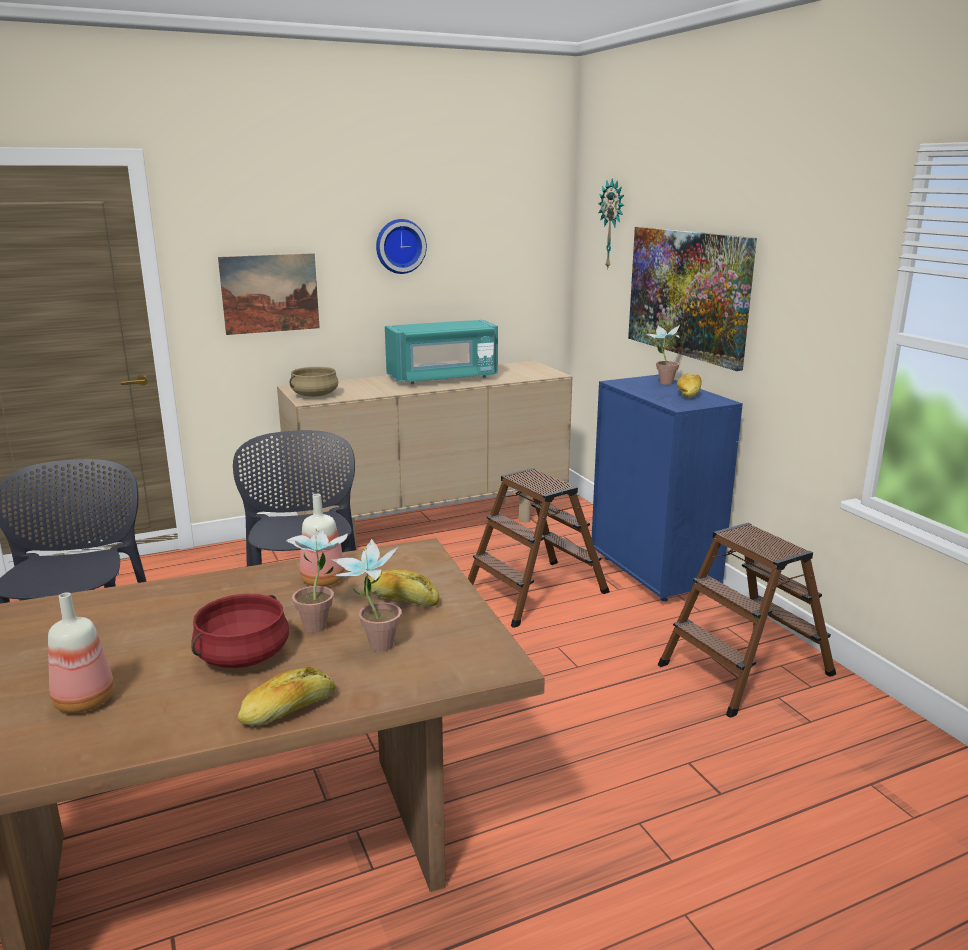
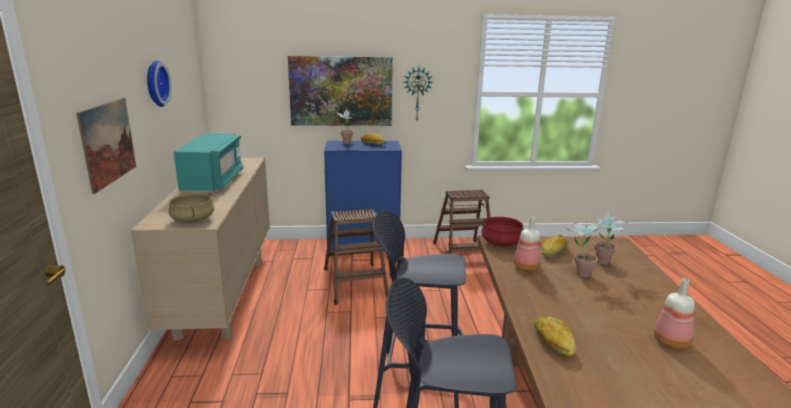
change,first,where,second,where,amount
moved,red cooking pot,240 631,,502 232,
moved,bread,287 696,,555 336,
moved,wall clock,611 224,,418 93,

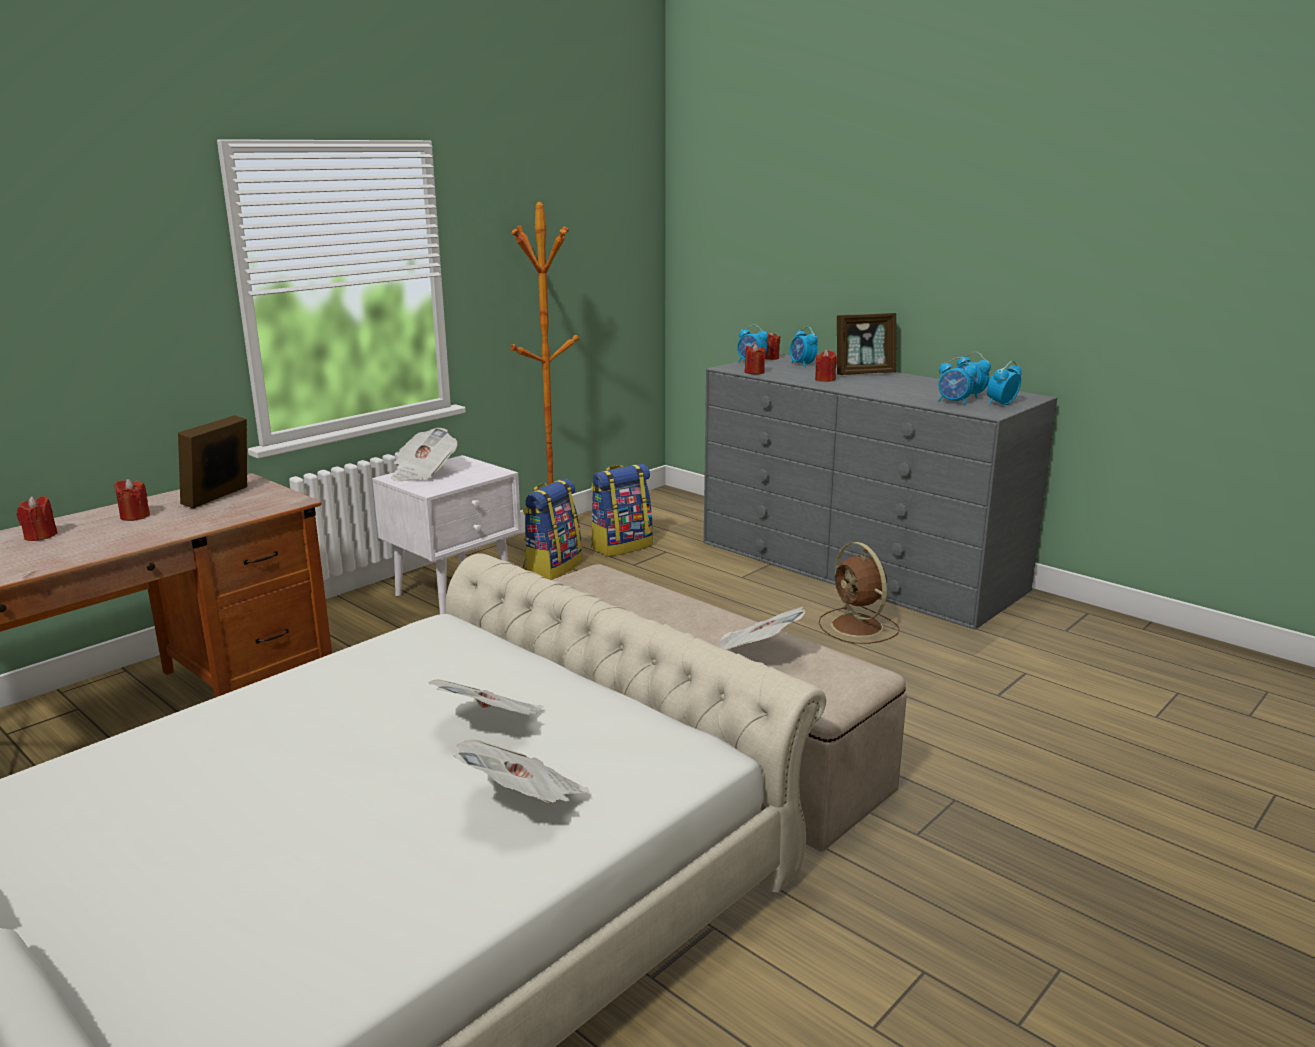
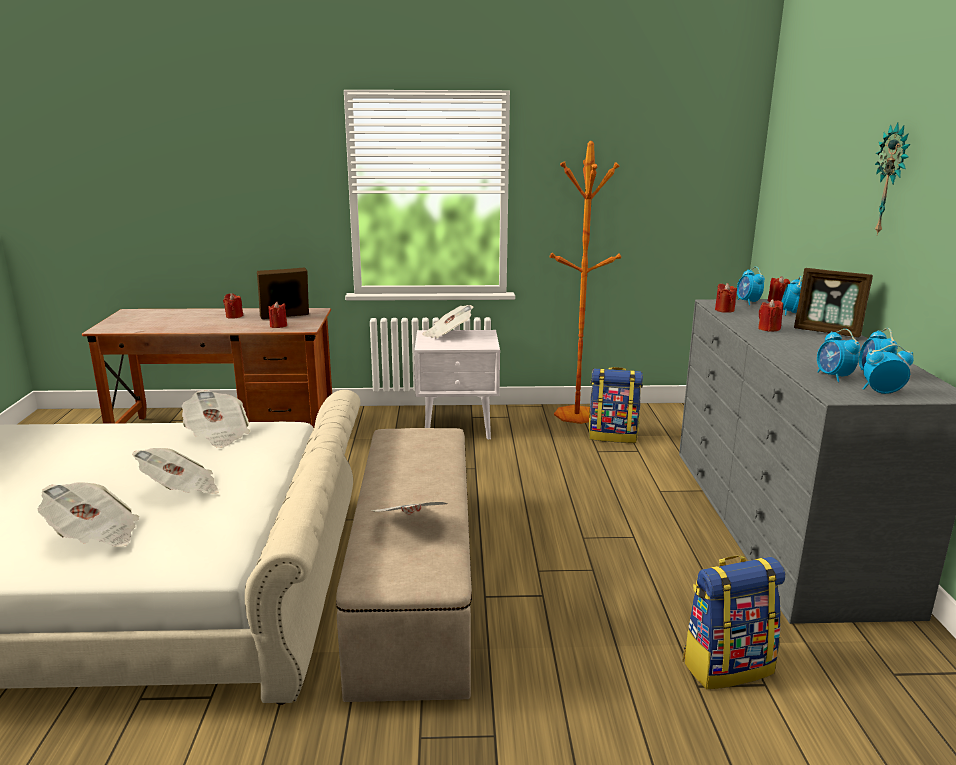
change,first,where,second,where,amount
moved,red candle,37 518,,277 315,
moved,backpack,552 529,,734 622,
removed,brown fan,858 593,,,
added,,,newspaper,216 419,
added,,,wall clock,892 179,

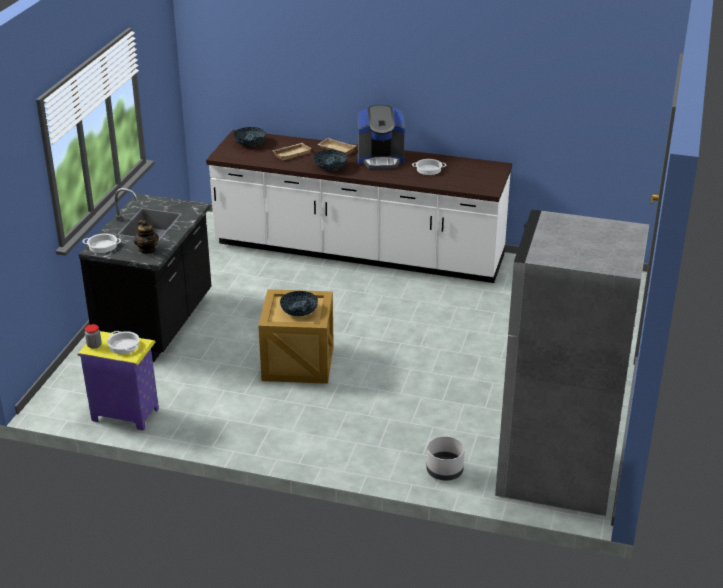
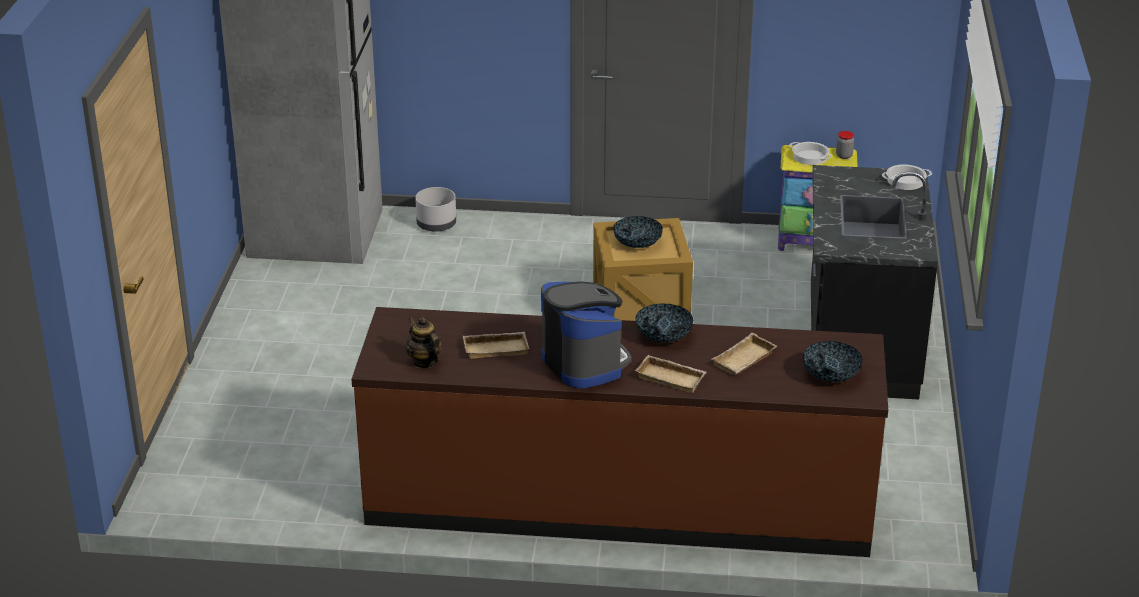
change,first,where,second,where,amount
moved,teapot,146 237,,424 343,
recoloured,white counter,359 206,brown counter,619 432,
turned,coffee machine,381 137,,586 335,75 degrees clockwise
replaced,cooking pot,429 167,beige tray,496 345,

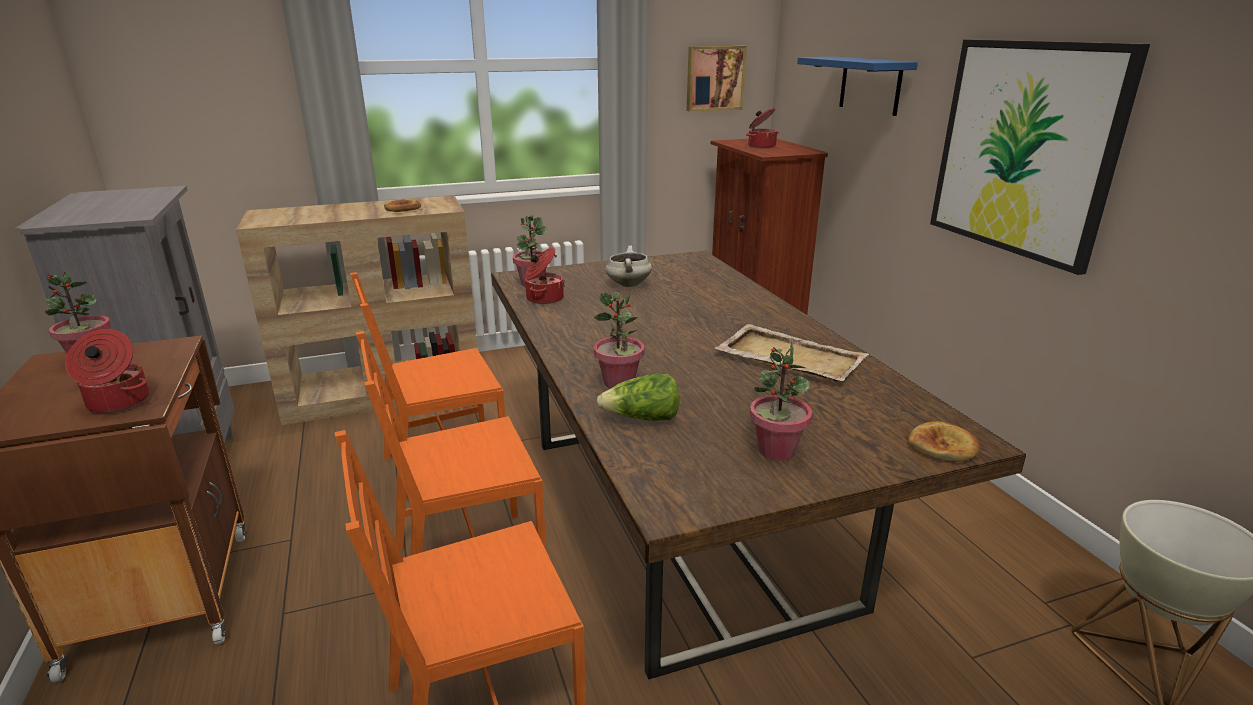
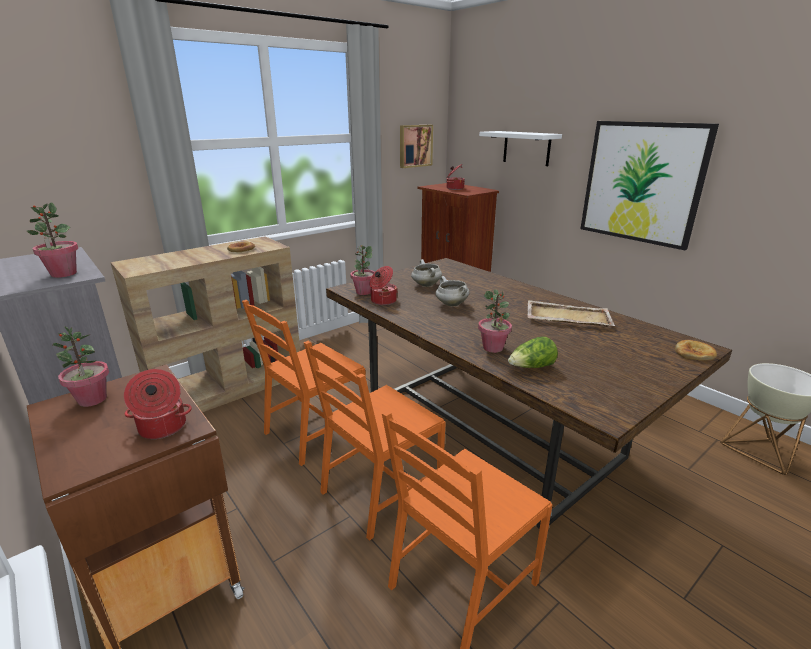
change,first,where,second,where,amount
moved,potted plant,781 401,,52 240,
recoloured,blue shelf,857 86,white shelf,520 148,
added,,,white cooking pot,453 291,

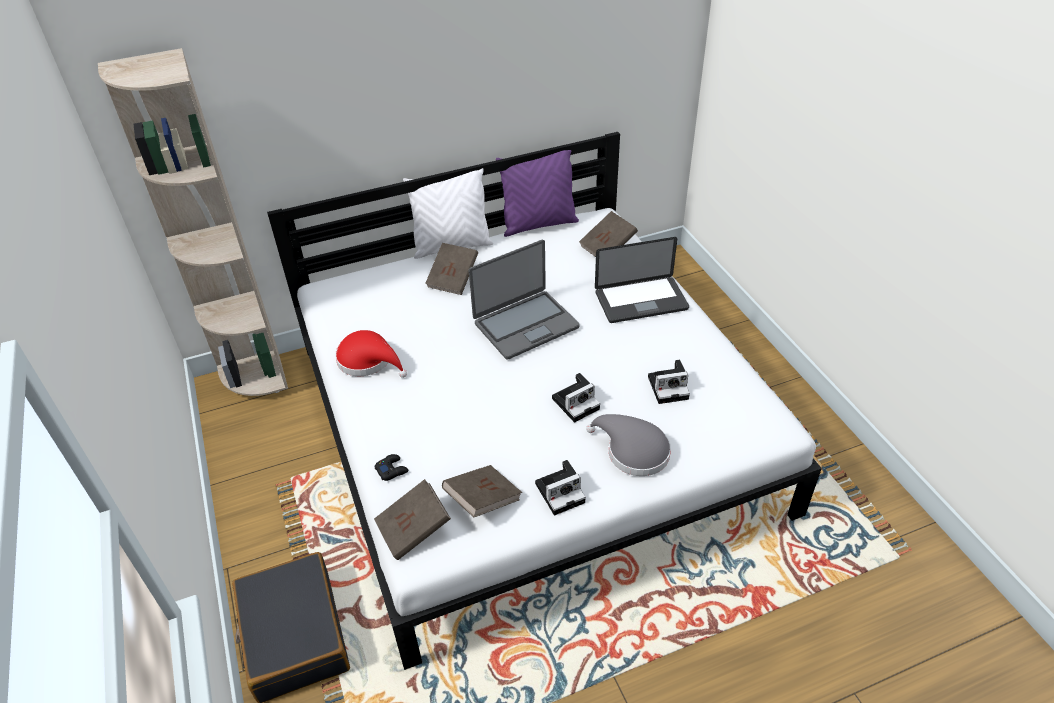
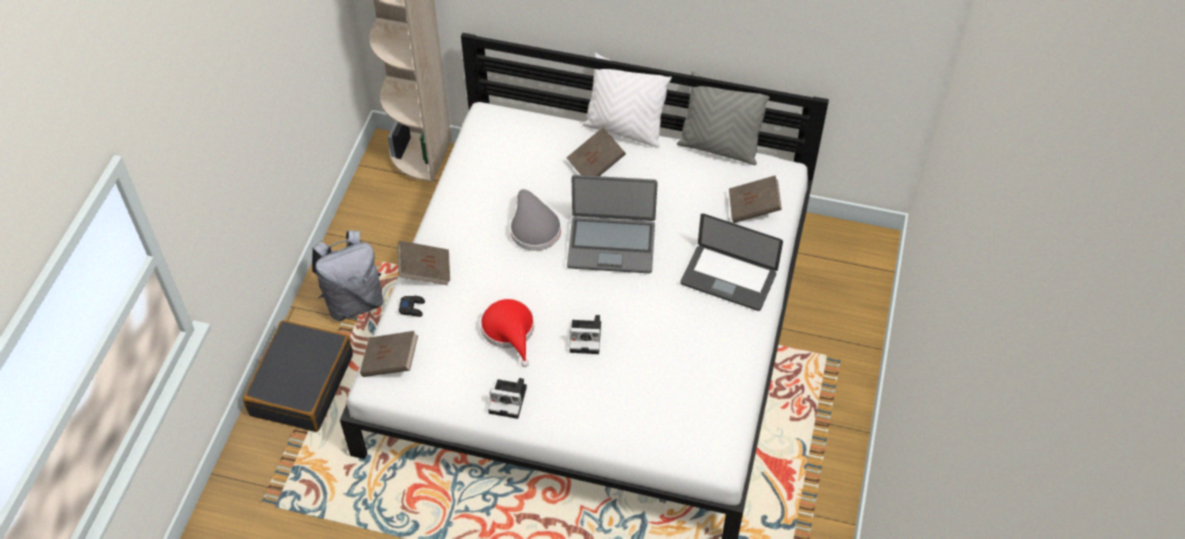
change,first,where,second,where,amount
moved,red hat,371 354,,507 333,
moved,brown book,482 491,,424 263,
recoloured,purple pillow,537 193,grey pillow,723 118,
moved,grey hat,628 445,,535 220,
removed,photo camera,669 382,,,
added,,,grey backpack,347 275,

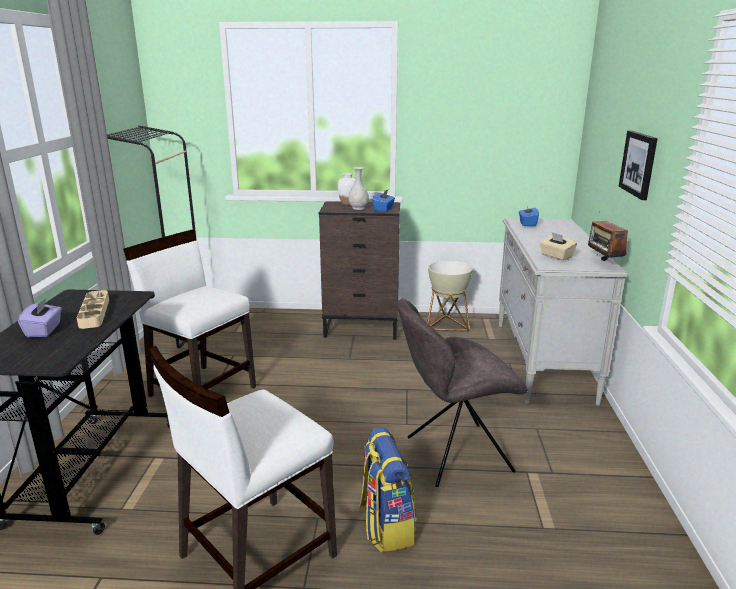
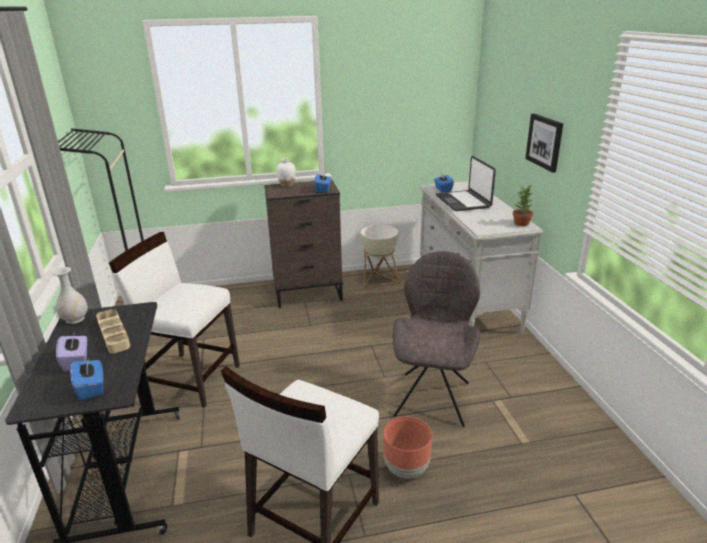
change,first,where,second,where,amount
moved,white vase,358 188,,69 295,
replaced,backpack,387 489,brown planter,407 448,
turned,grey chair,462 392,,436 339,135 degrees clockwise
removed,beige tissue box,558 246,,,
replaced,radio,608 241,potted plant,523 205,
added,,,blue tissue box,87 378,
added,,,laptop,466 183,

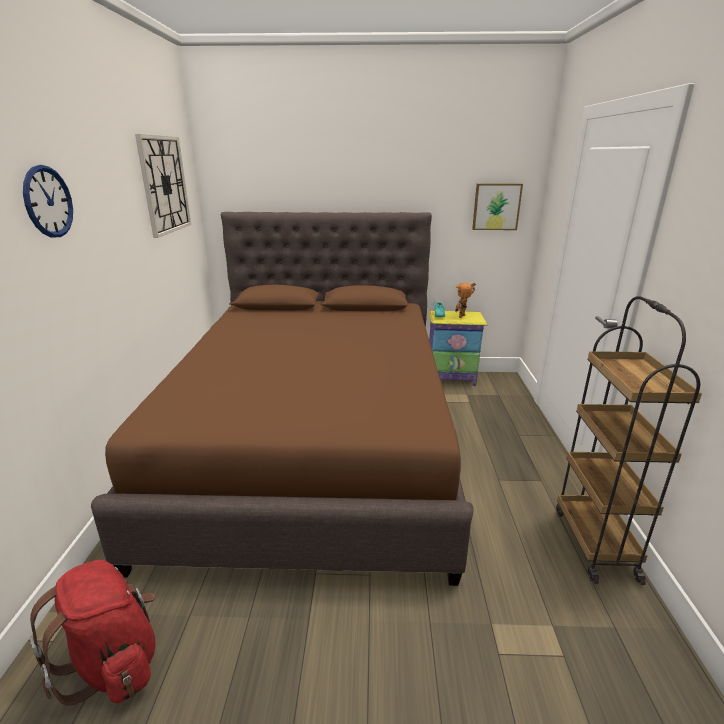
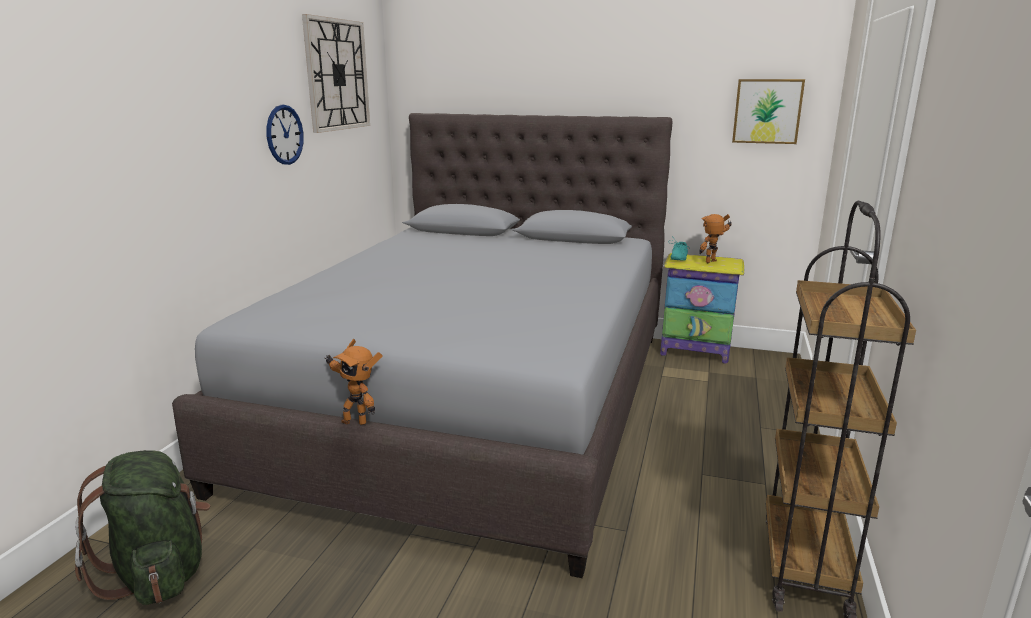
change,first,where,second,where,amount
moved,wall clock,48 201,,285 135,
recoloured,red backpack,93 632,green backpack,142 527,
recoloured,brown bed,282 399,grey bed,422 345,
added,,,toy robot,353 382,

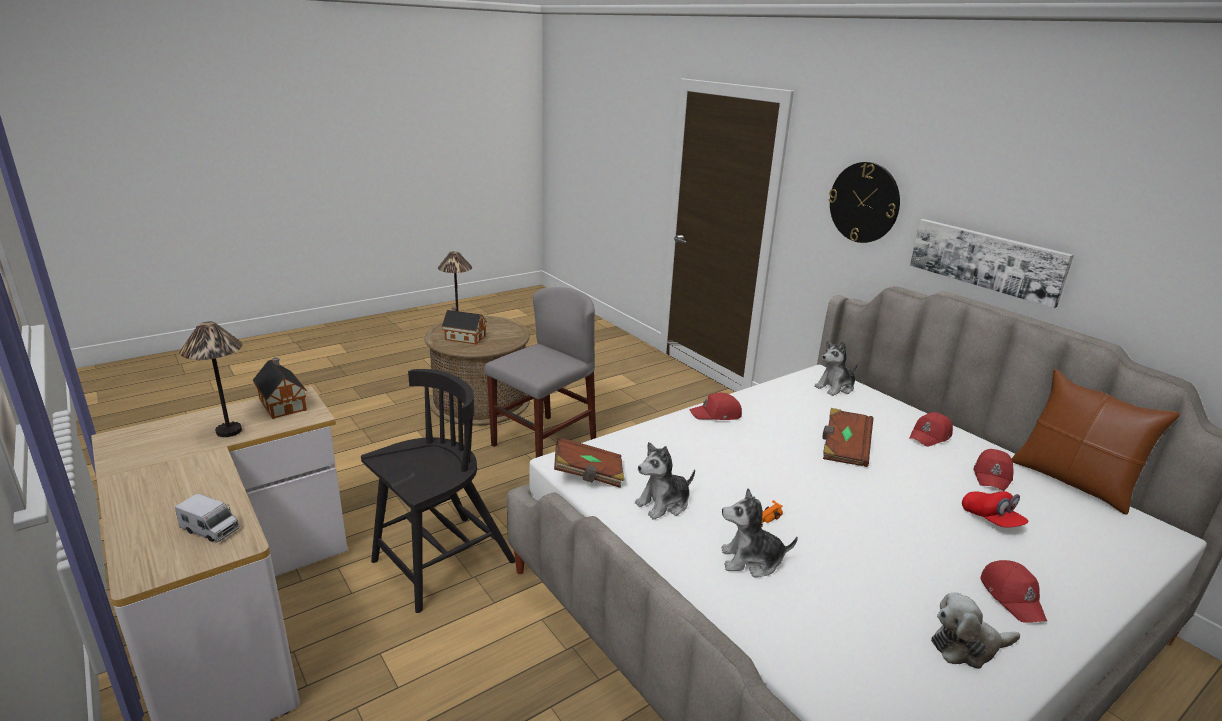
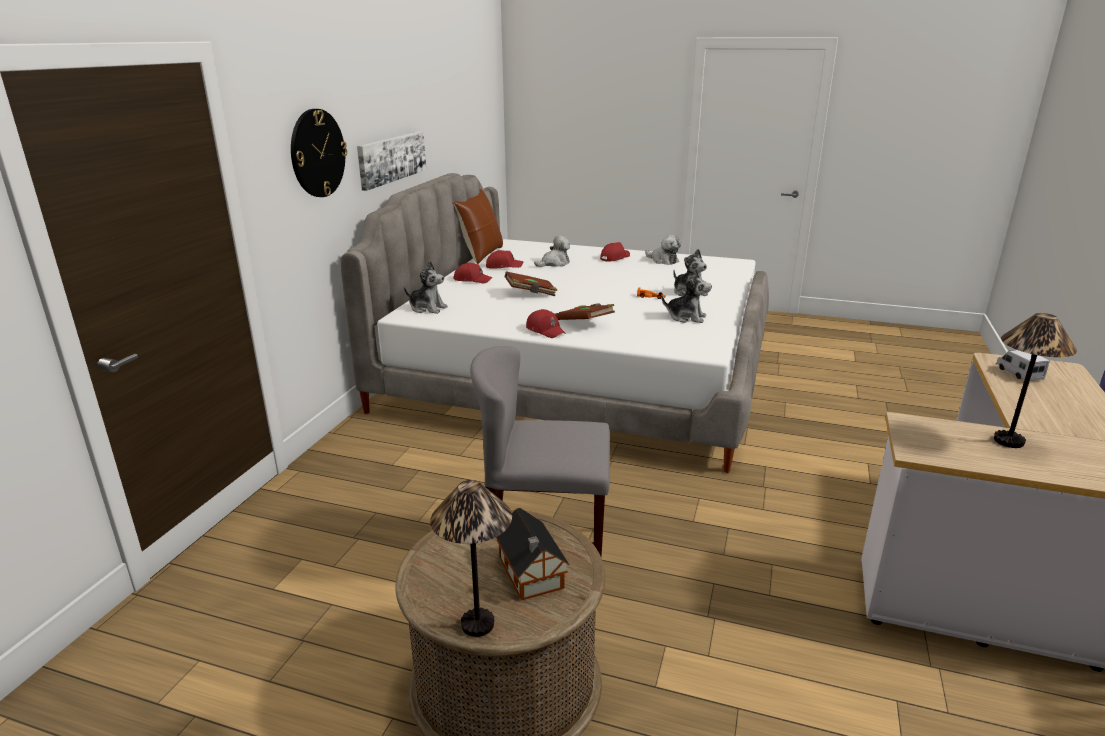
change,first,where,second,where,amount
removed,toy house,280 388,,,
removed,black chair,438 491,,,
moved,brown book,589 462,,585 311,
replaced,red cap,995 509,plush toy,552 251,

